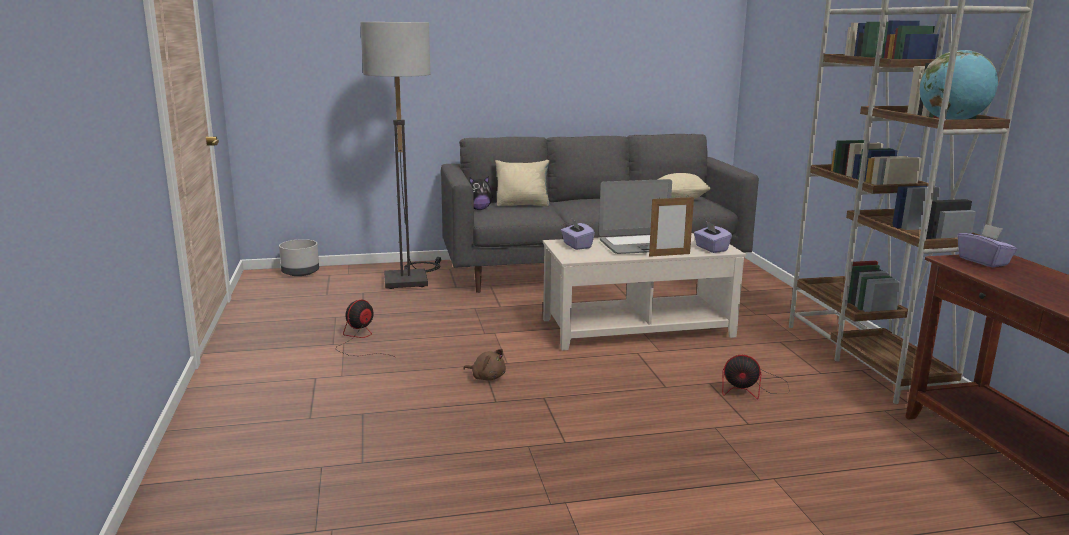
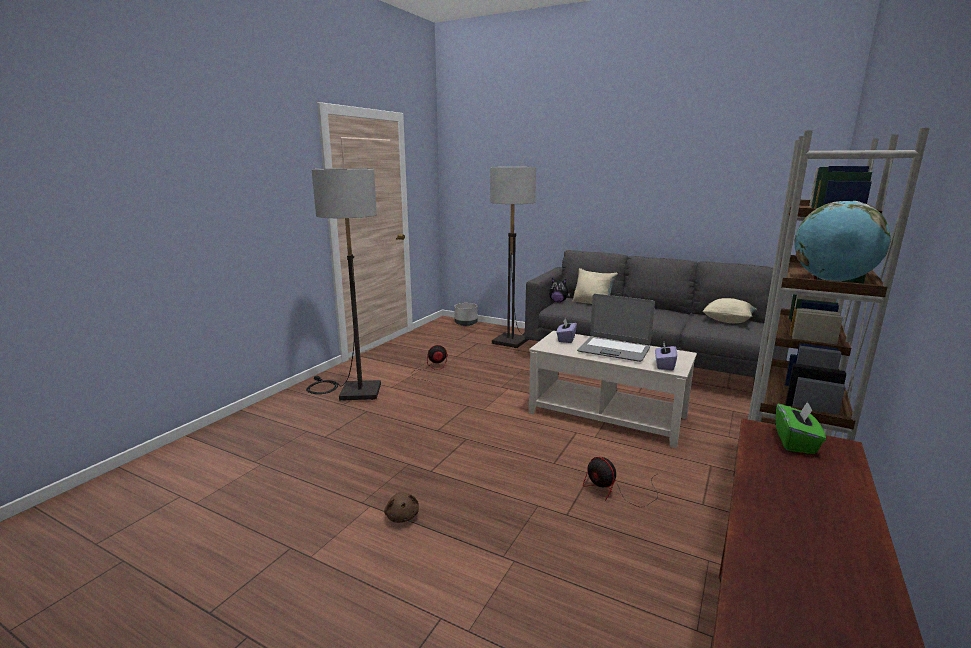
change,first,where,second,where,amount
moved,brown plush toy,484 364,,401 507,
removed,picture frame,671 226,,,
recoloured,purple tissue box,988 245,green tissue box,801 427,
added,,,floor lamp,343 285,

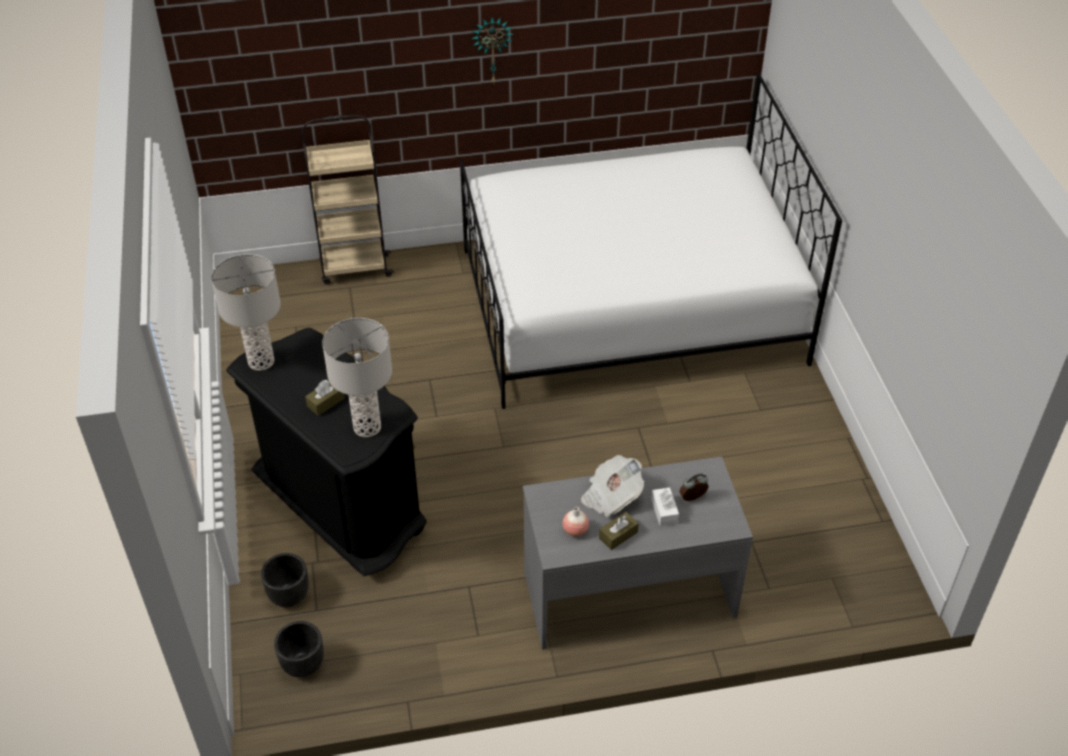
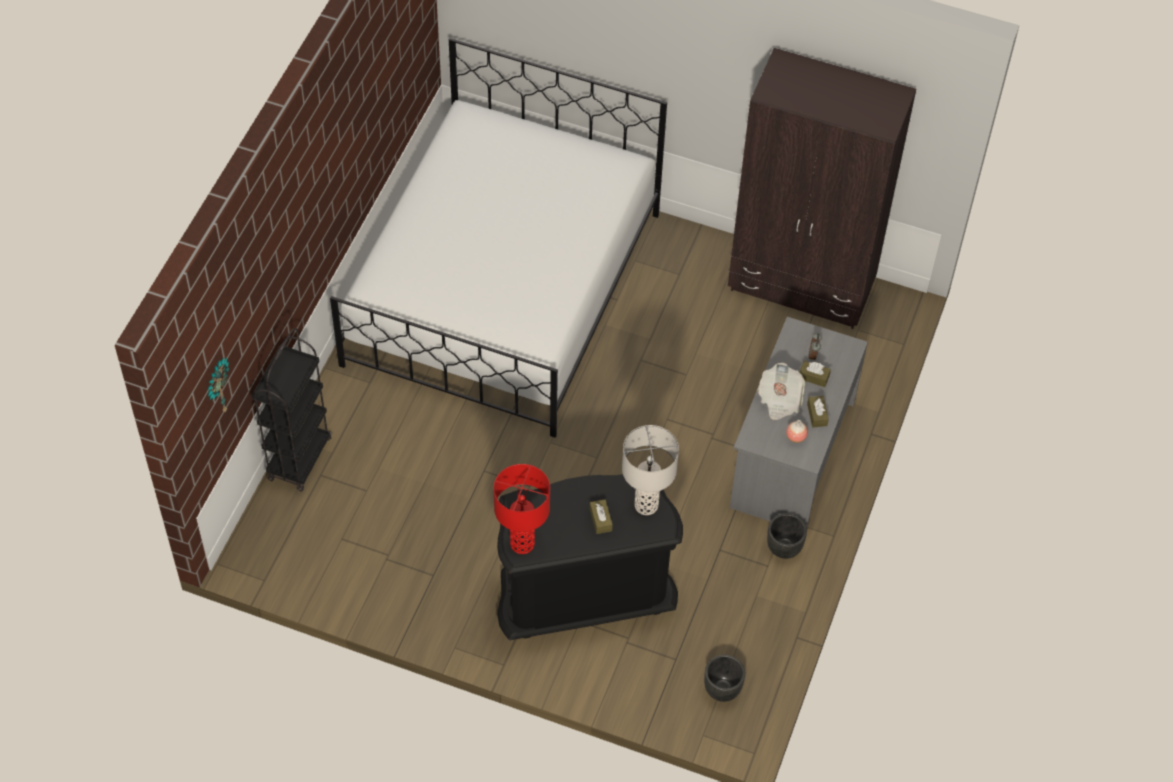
change,first,where,second,where,amount
recoloured,white table lamp,246 312,red table lamp,522 509,
moved,black planter,285 580,,787 536,
recoloured,beige cart,348 200,black cart,292 410,
moved,wall clock,492 50,,218 385,
recoloured,white tissue box,665 506,brown tissue box,815 374,
added,,,brown wardrobe,822 188,

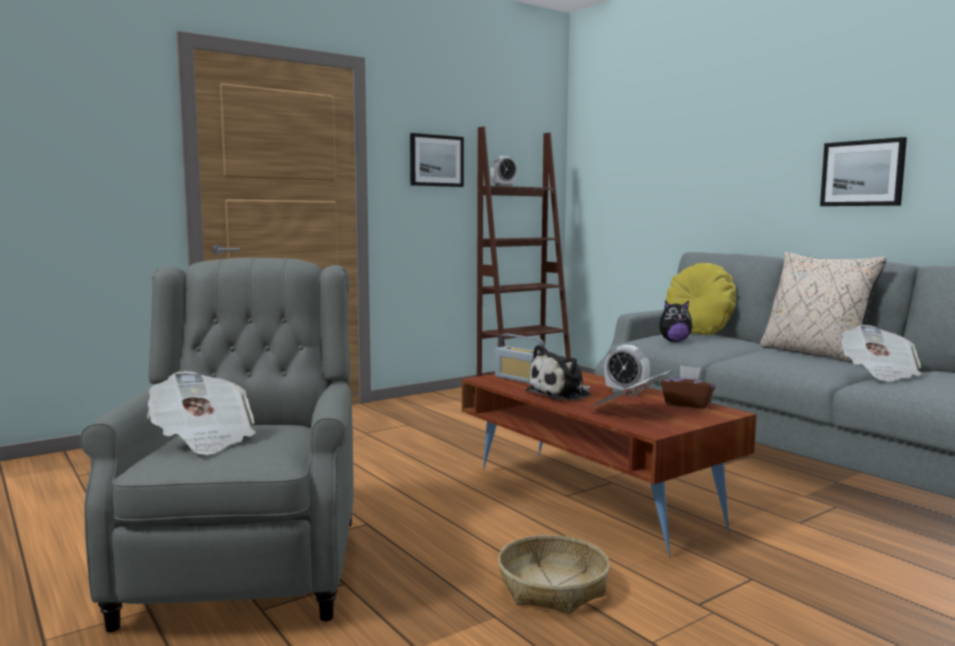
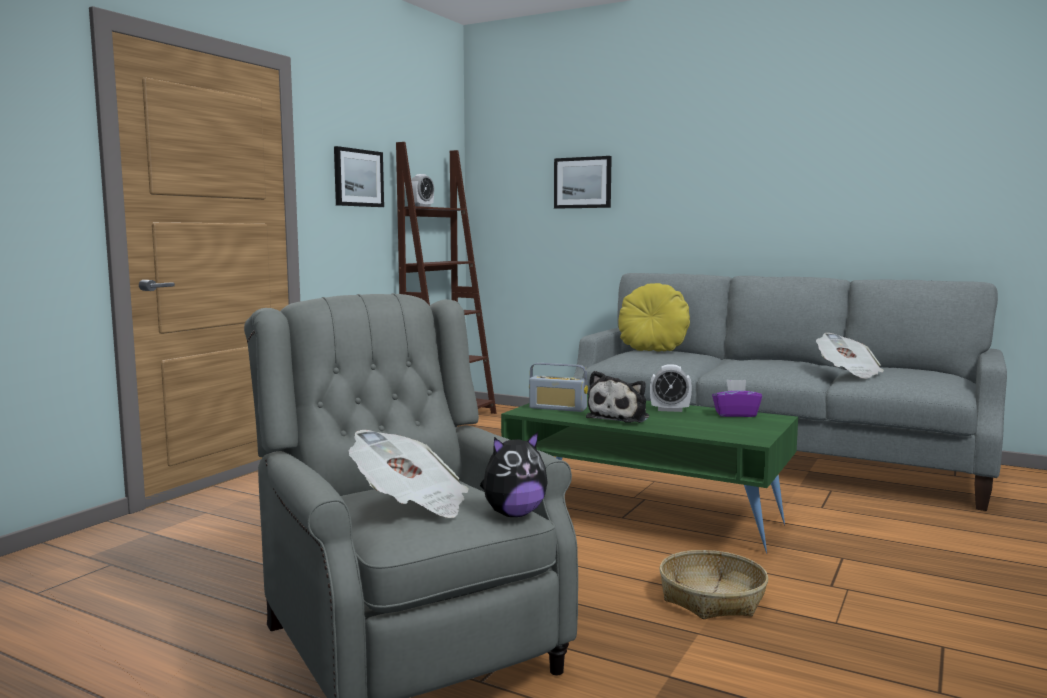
change,first,where,second,where,amount
recoloured,brown coffee table,609 464,green coffee table,649 474,
removed,newspaper,631 388,,,
moved,plush toy,675 321,,514 474,
recoloured,brown tissue box,688 387,purple tissue box,737 398,
removed,beige pillow,823 307,,,
moved,picture,863 171,,583 182,

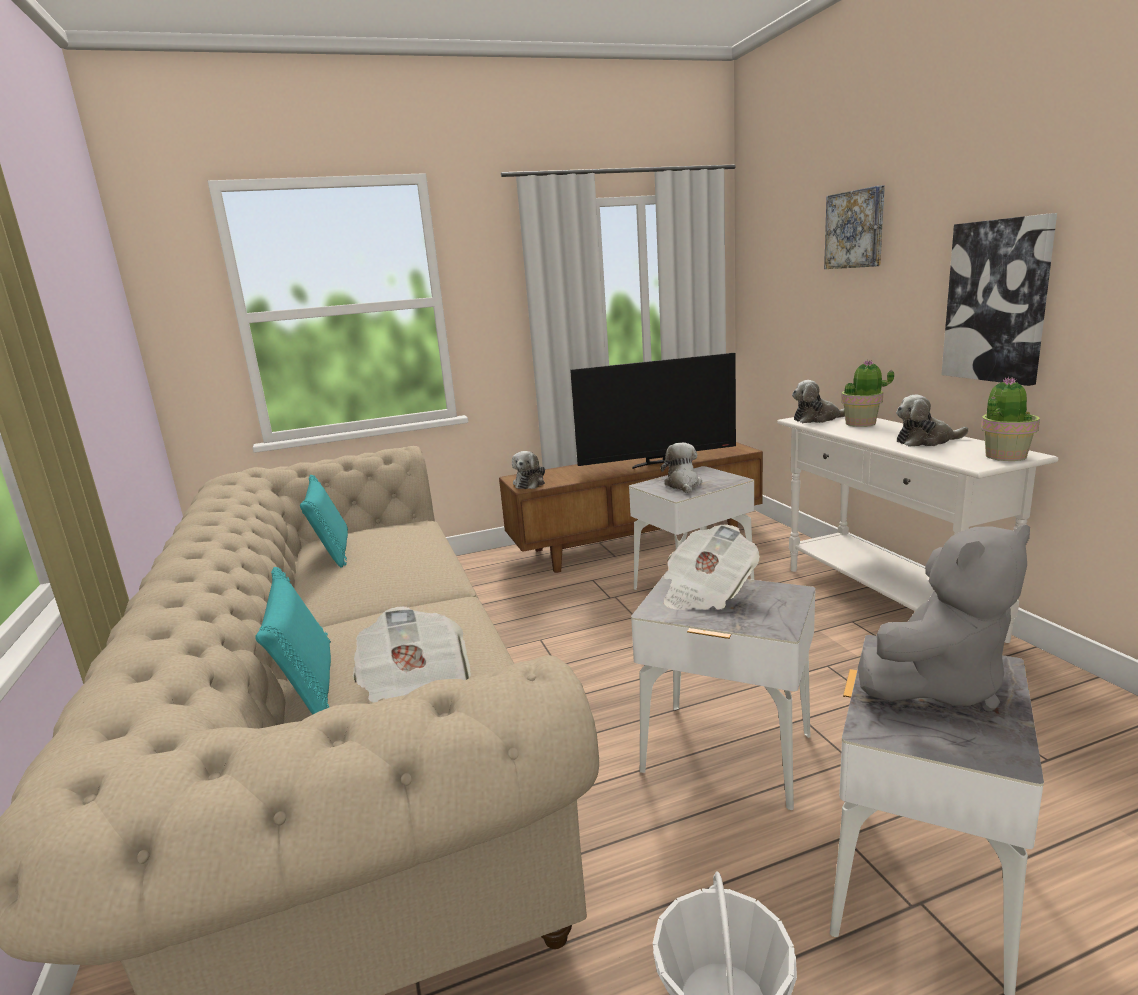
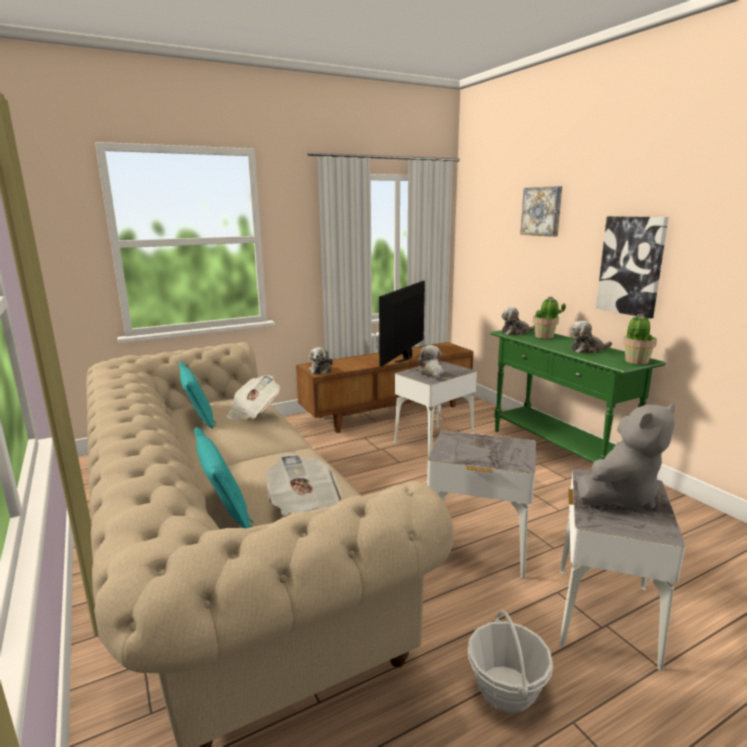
change,first,where,second,where,amount
turned,television,653 411,,402 324,135 degrees clockwise
moved,newspaper,712 567,,253 397,
recoloured,white console table,917 530,green console table,578 396,

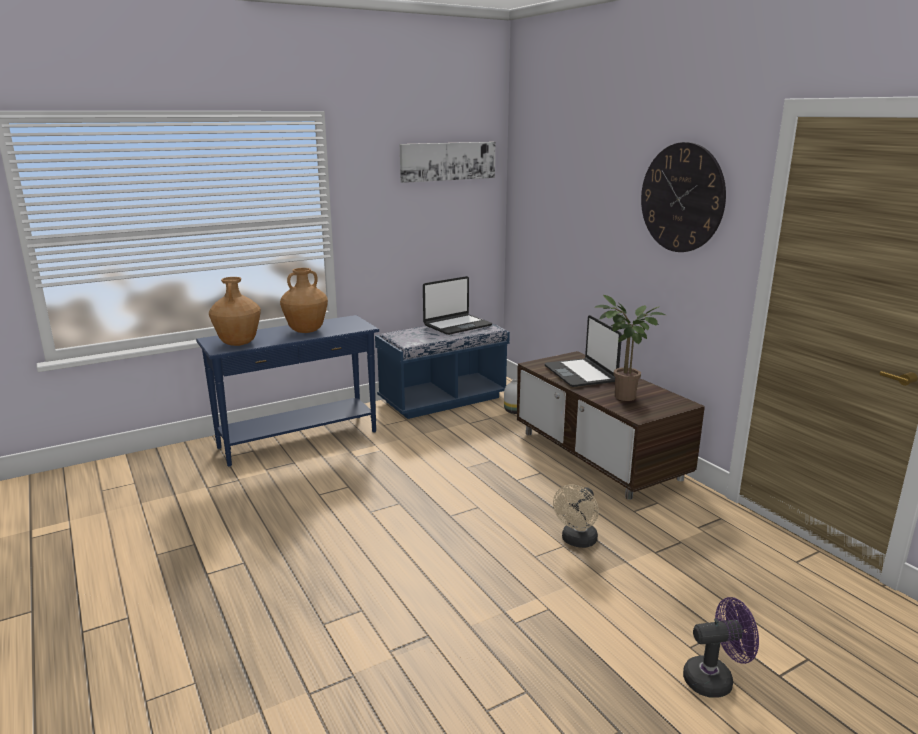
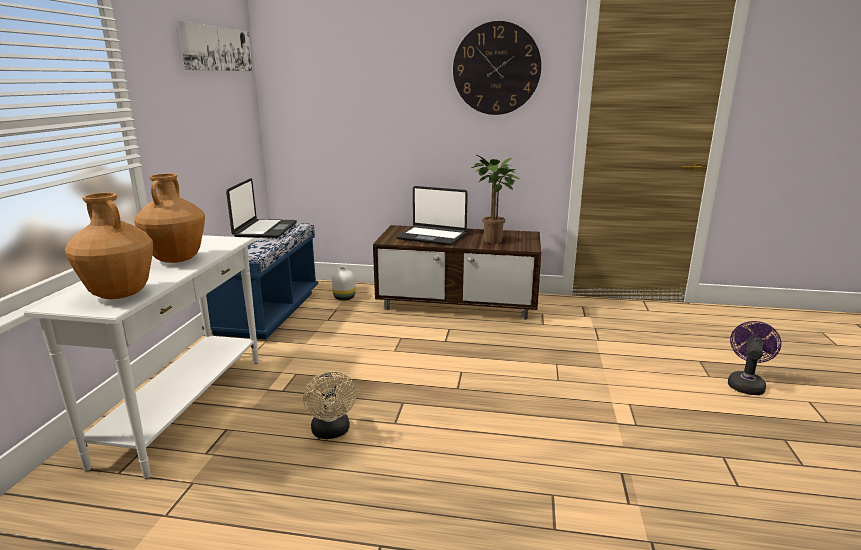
change,first,where,second,where,amount
recoloured,blue console table,287 391,white console table,141 357,
moved,beige fan,576 516,,330 405,

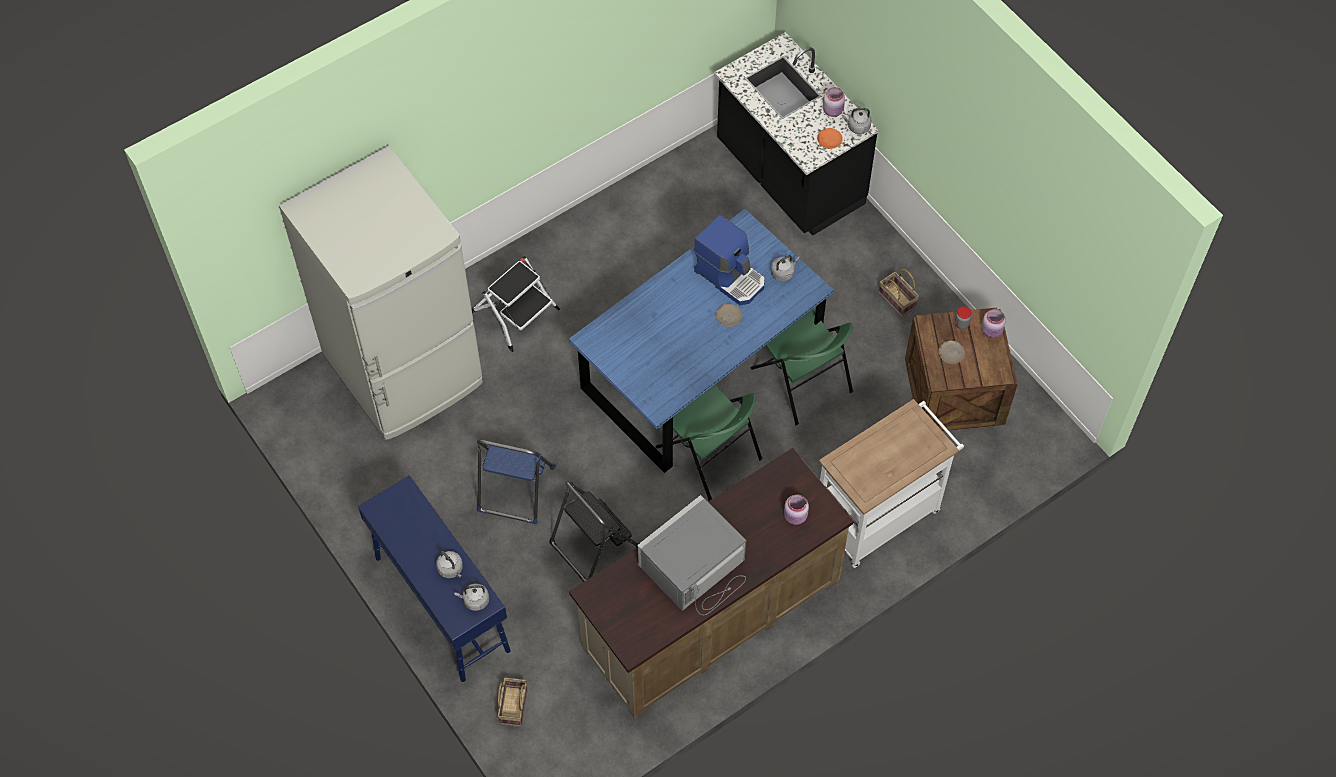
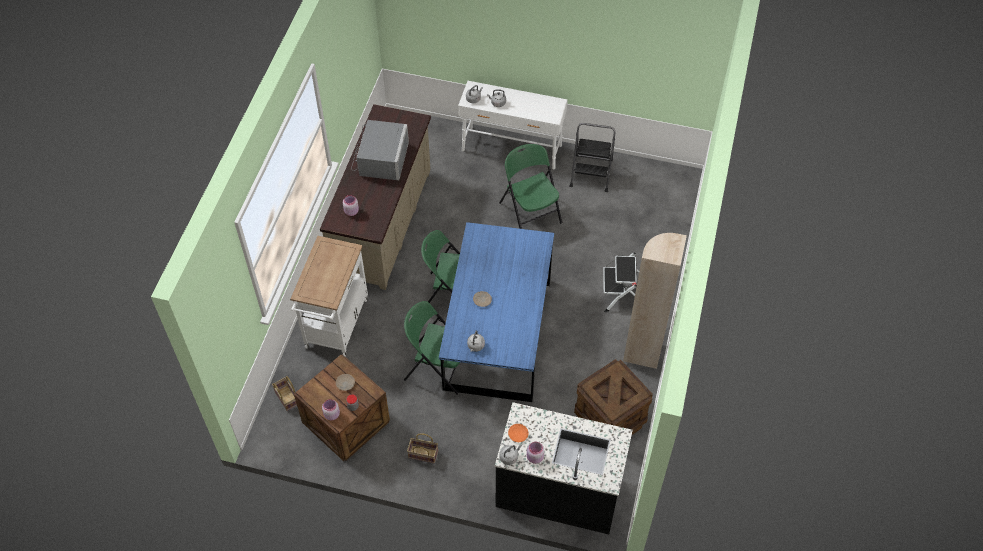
change,first,where,second,where,amount
removed,white fridge,381 292,,,
recoloured,blue console table,434 578,white console table,513 125,
replaced,blue step ladder,516 482,green chair,531 186,
moved,basket,513 702,,284 393,
moved,black step ladder,594 531,,592 157,
removed,coffee machine,729 260,,,
added,,,crate,613 397,
added,,,beige bookcase,655 301,

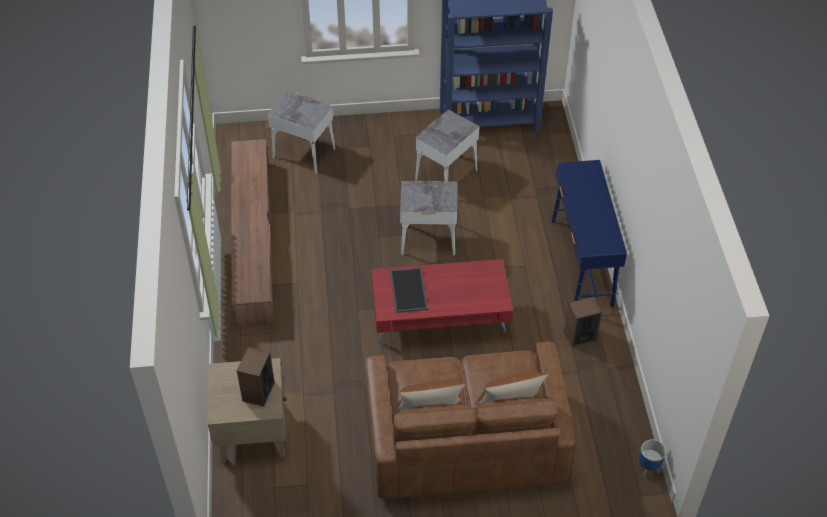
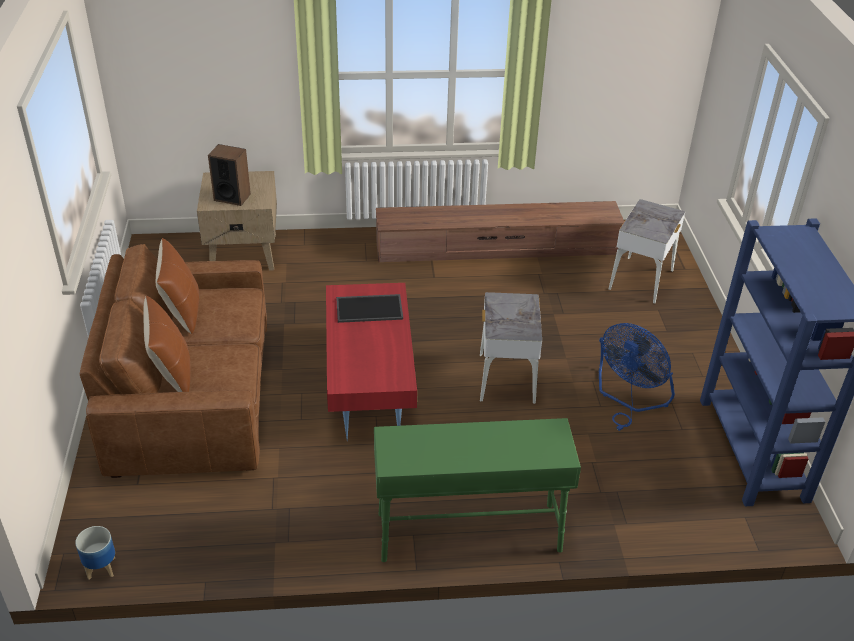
change,first,where,second,where,amount
replaced,side table,447 146,blue fan,637 377,
recoloured,blue console table,589 233,green console table,477 490,
removed,speaker,583 321,,,

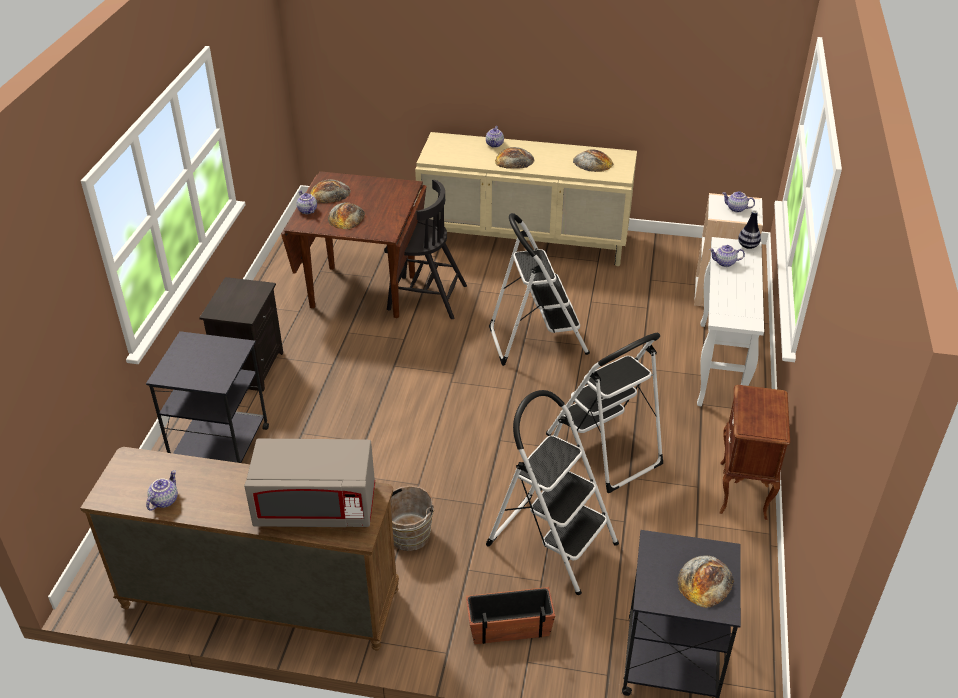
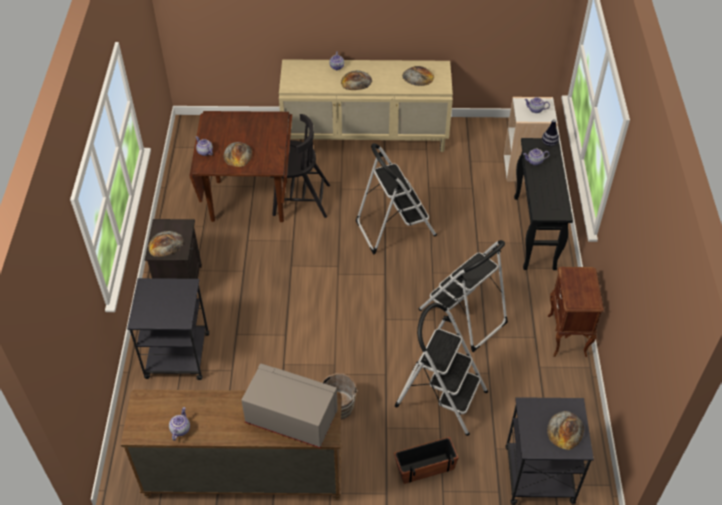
change,first,where,second,where,amount
turned,grey microwave,309 483,,289 406,150 degrees counterclockwise
moved,bread,330 191,,166 244,
recoloured,white console table,730 321,black console table,543 204,

